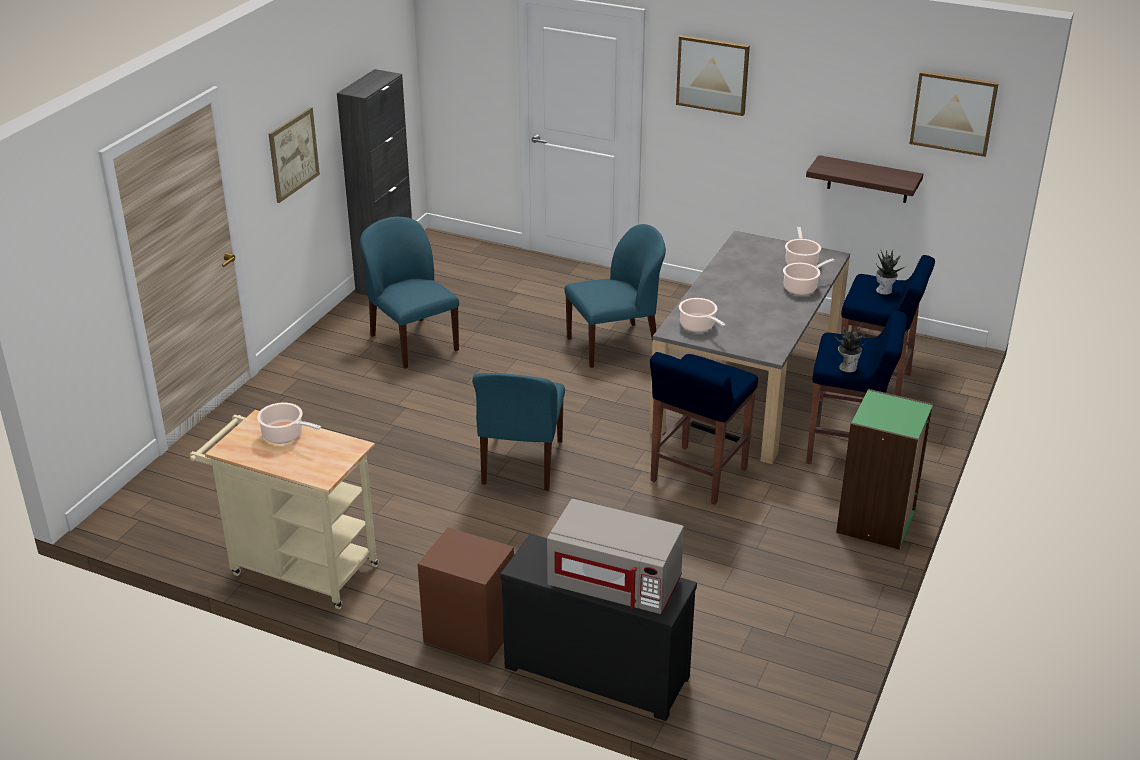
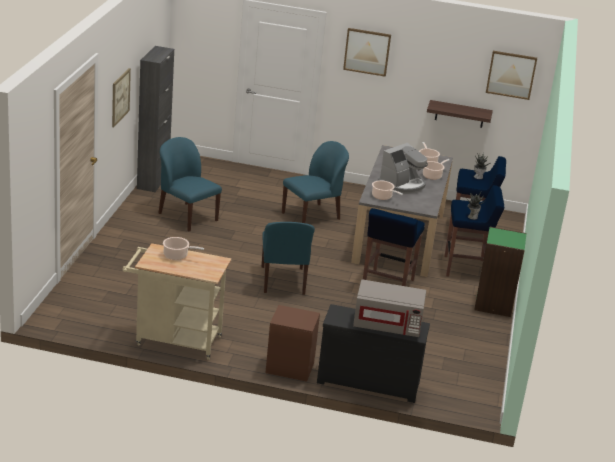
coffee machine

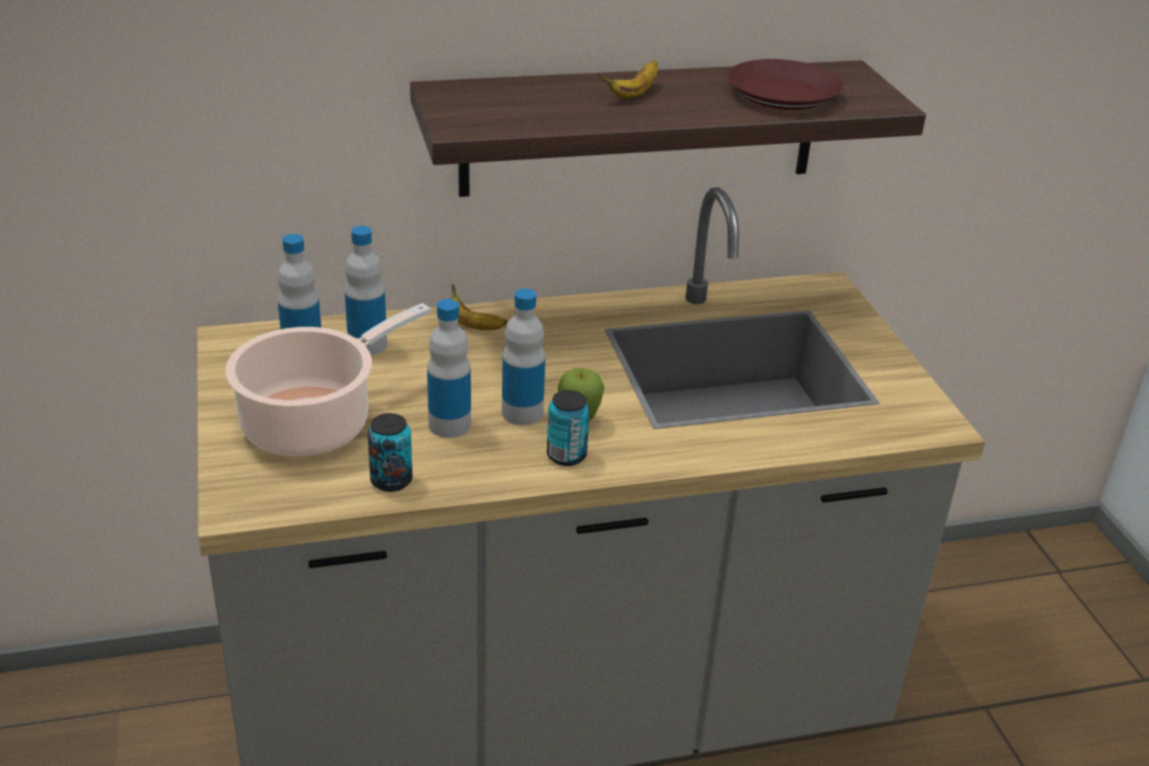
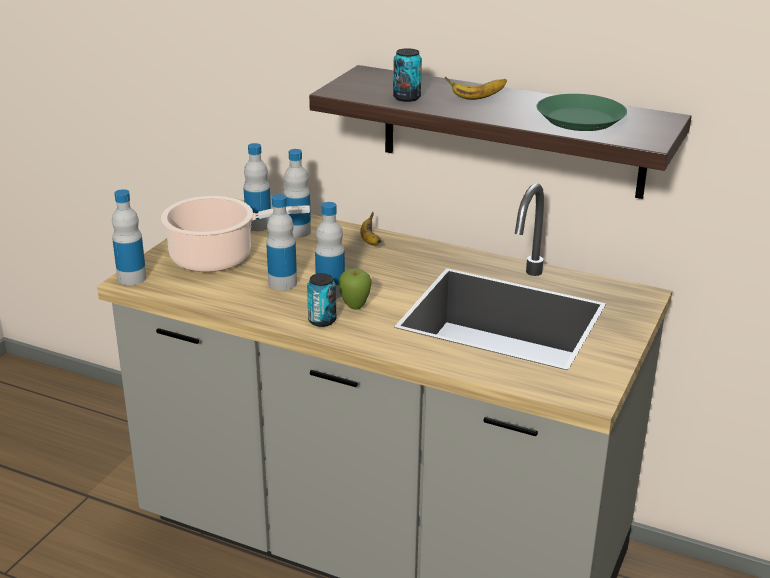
metal can (2nd from left)
green-coloured flat dish
bottle (1st from left)

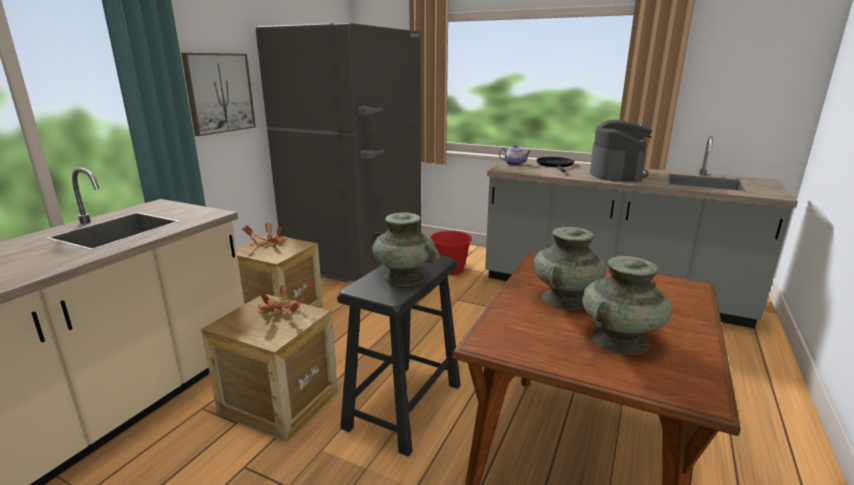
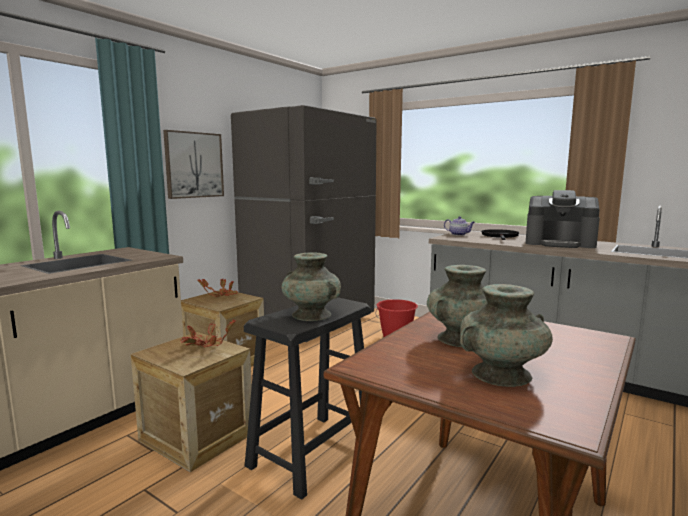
coffee machine

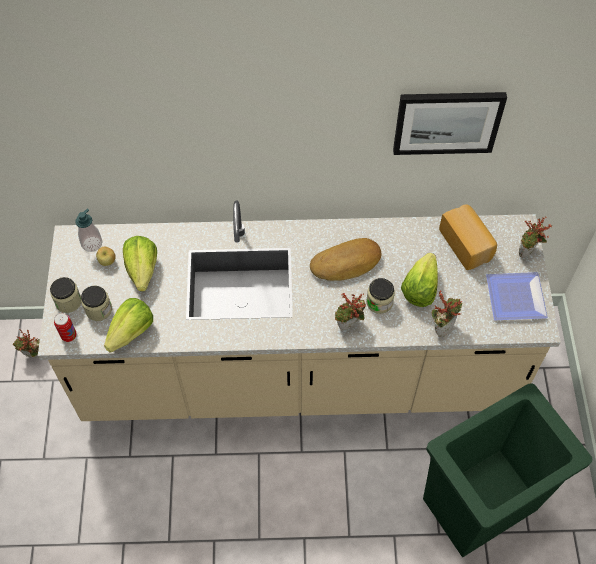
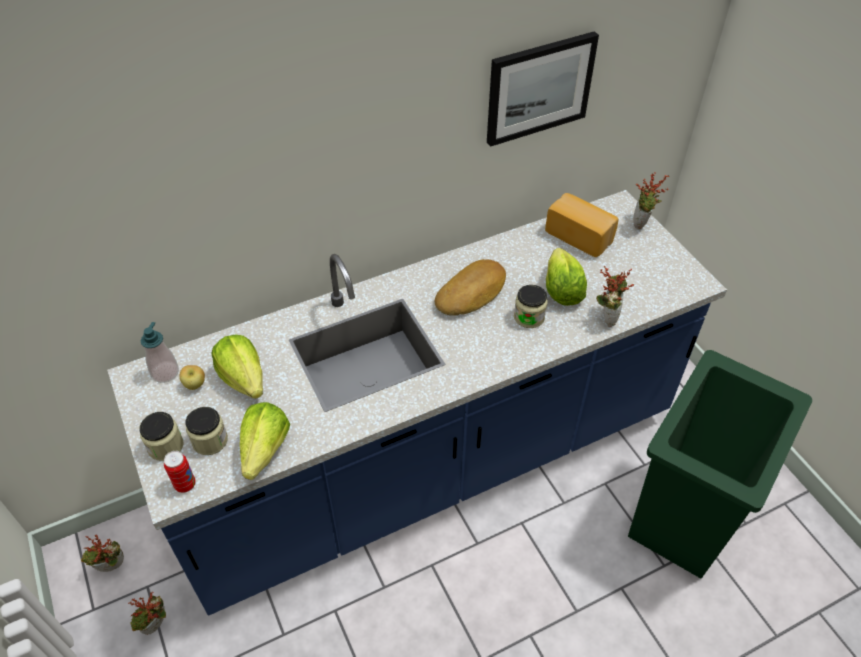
bluish kitchen base unit
plant in a pot (2nd from left)
flat dish

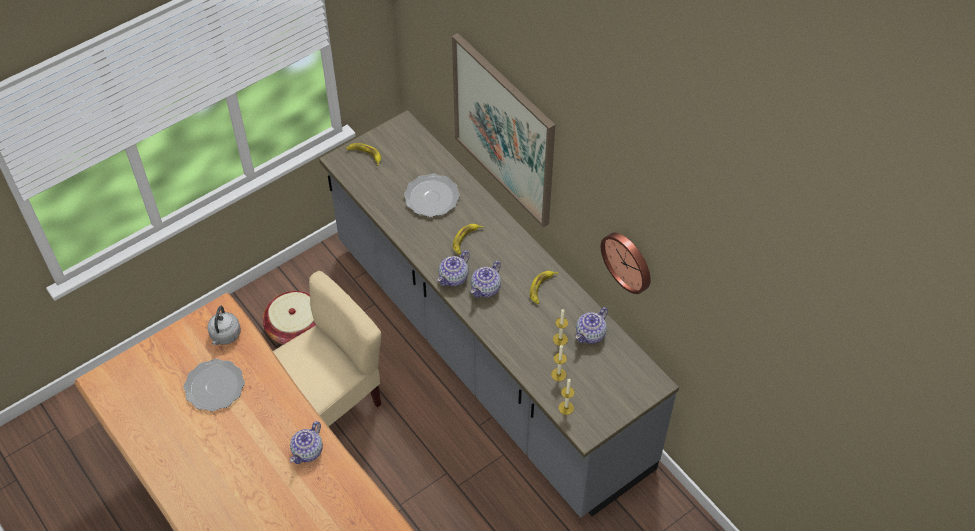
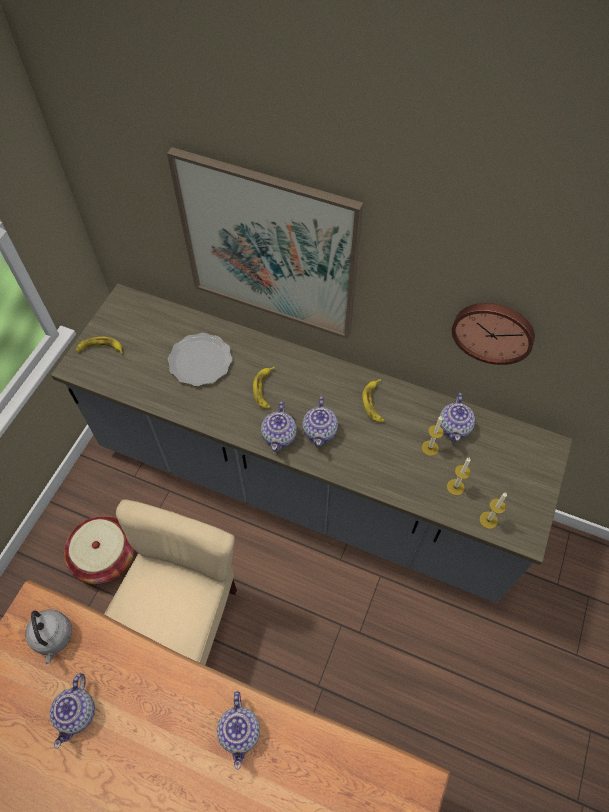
tea pot (1st from left)

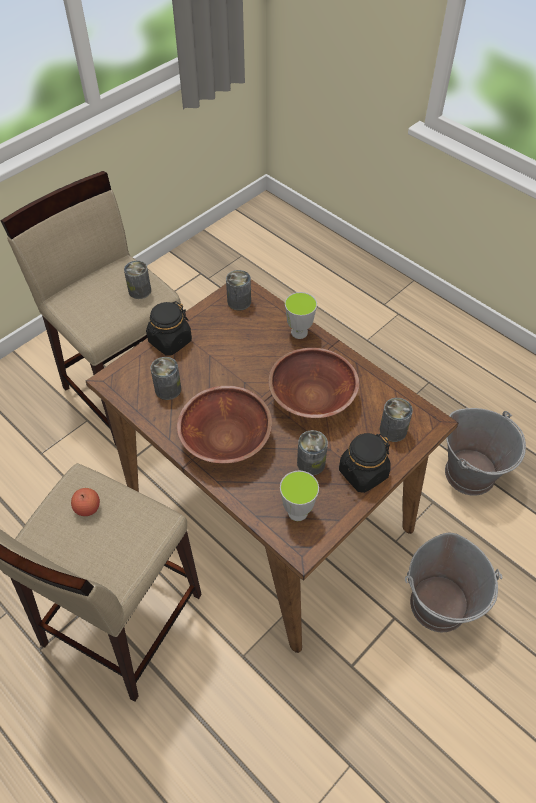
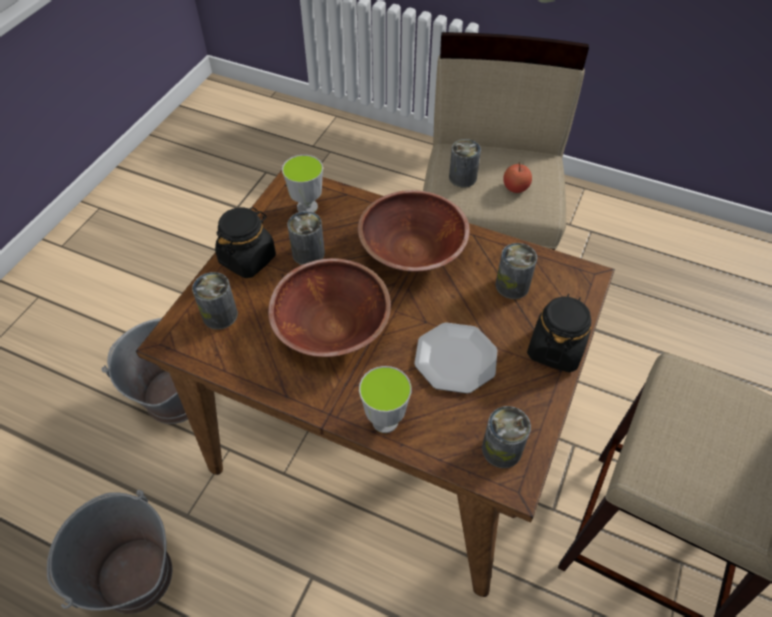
metal can (3rd from left)
flat dish

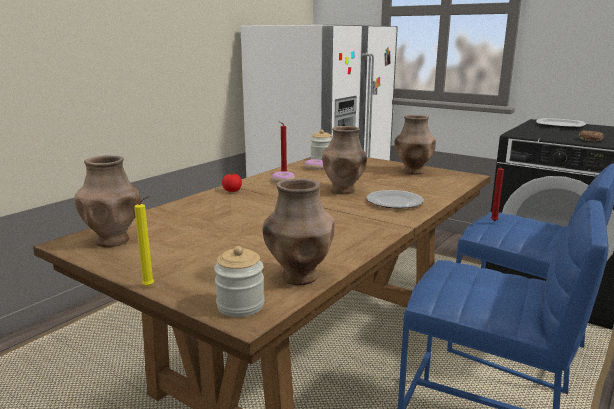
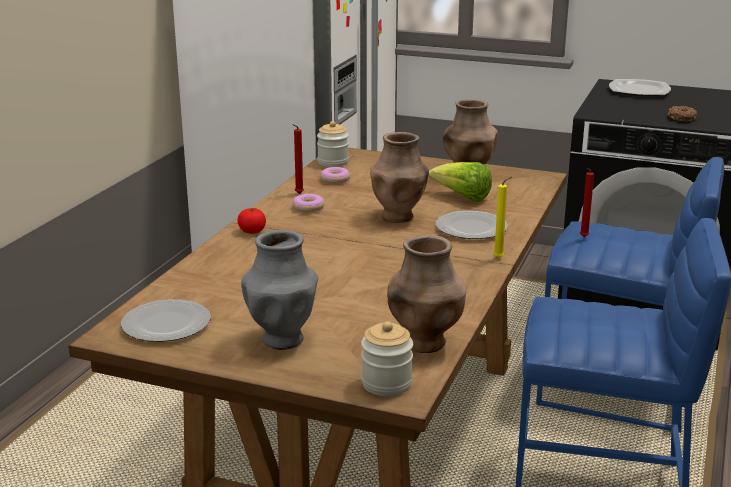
flat dish (1st from left)
yellowish wax light
gray decorative vase
lettuce head

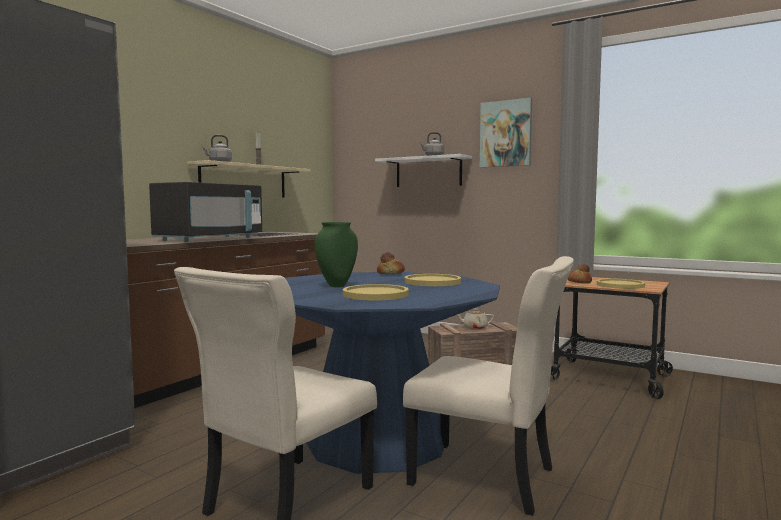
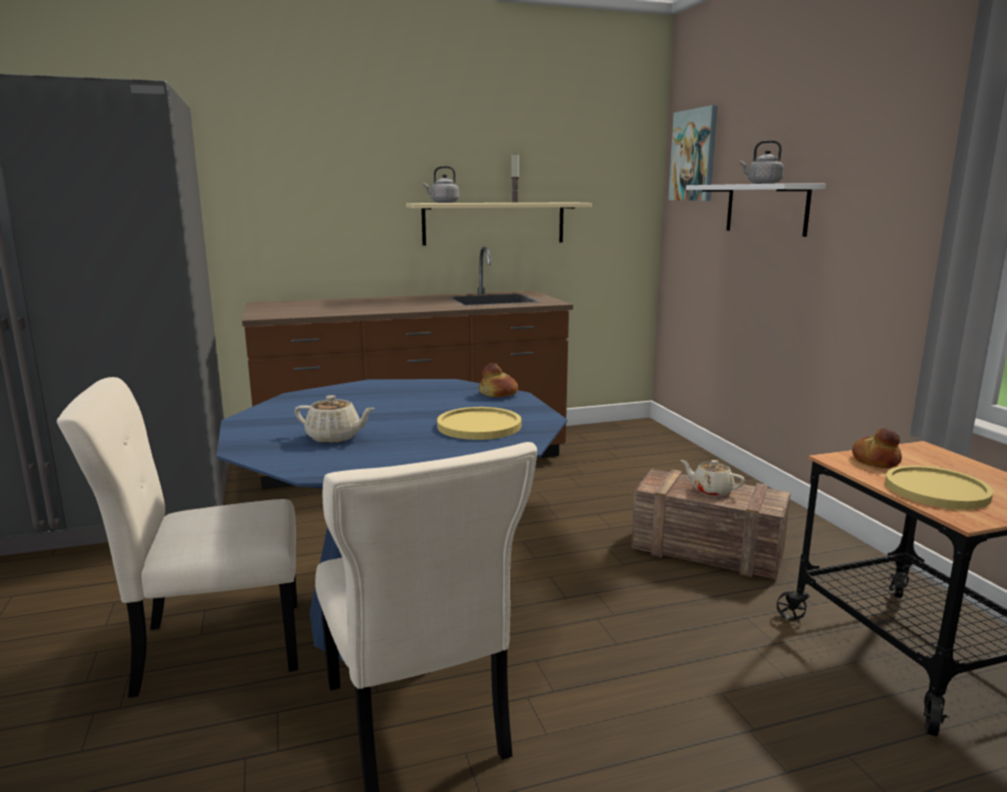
blackish microwave
green-coloured decorative vase
sand-coloured tea pot (1st from left)
wall picture

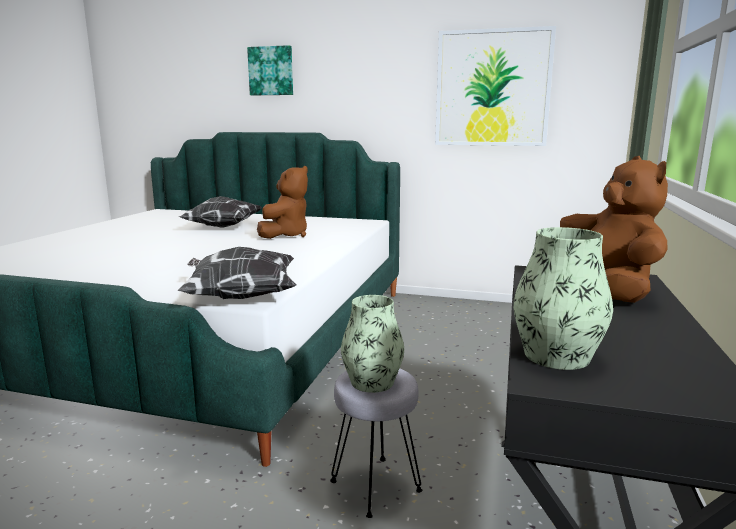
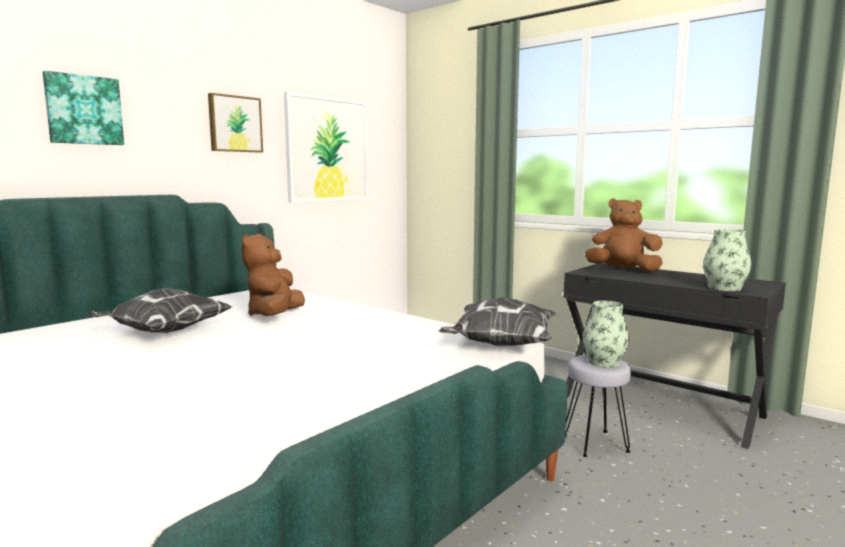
brownish cuddly toy (1st from left)
wall picture (2nd from left)

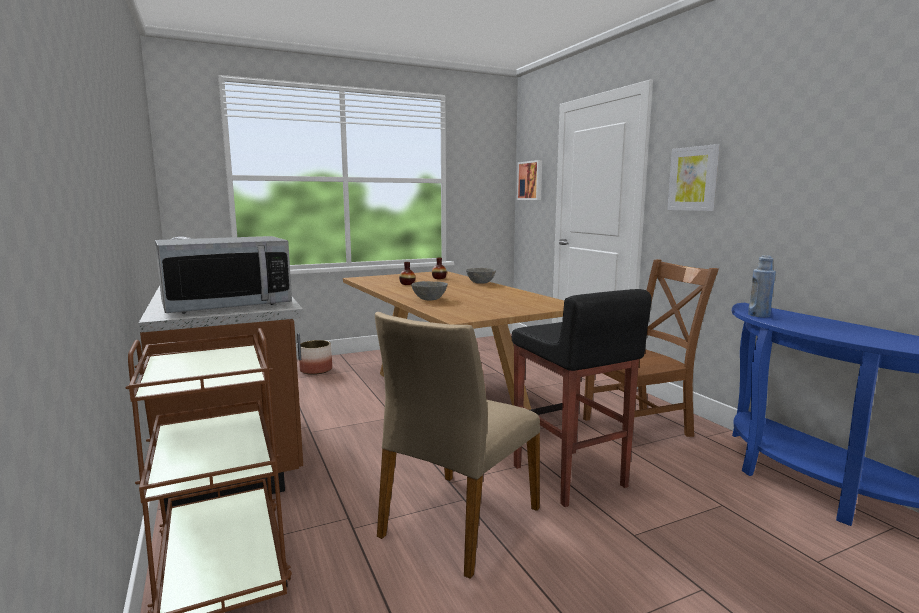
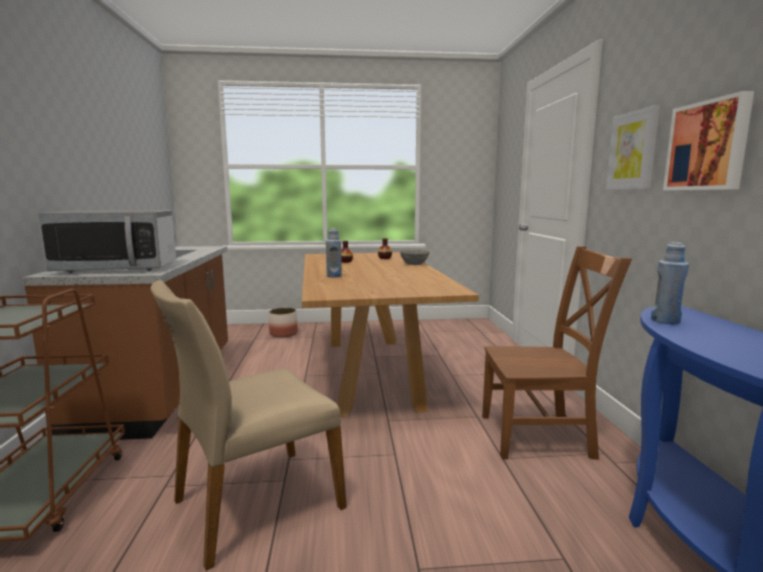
bluish bottle (1st from left)
blackish sitting stool
wall picture (2nd from left)

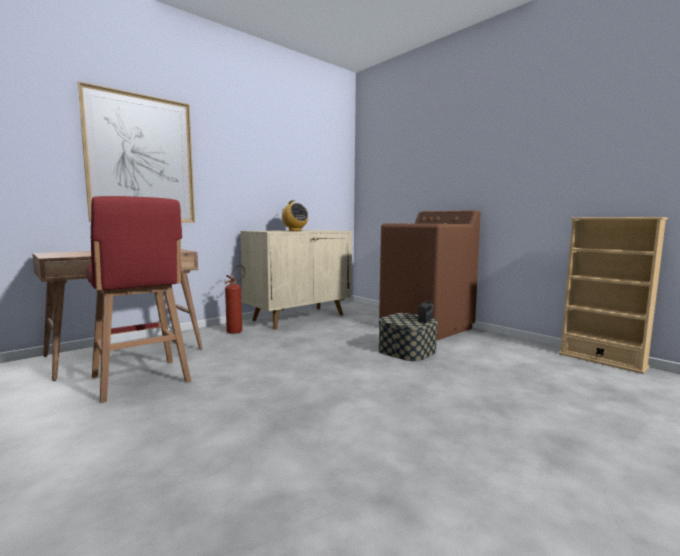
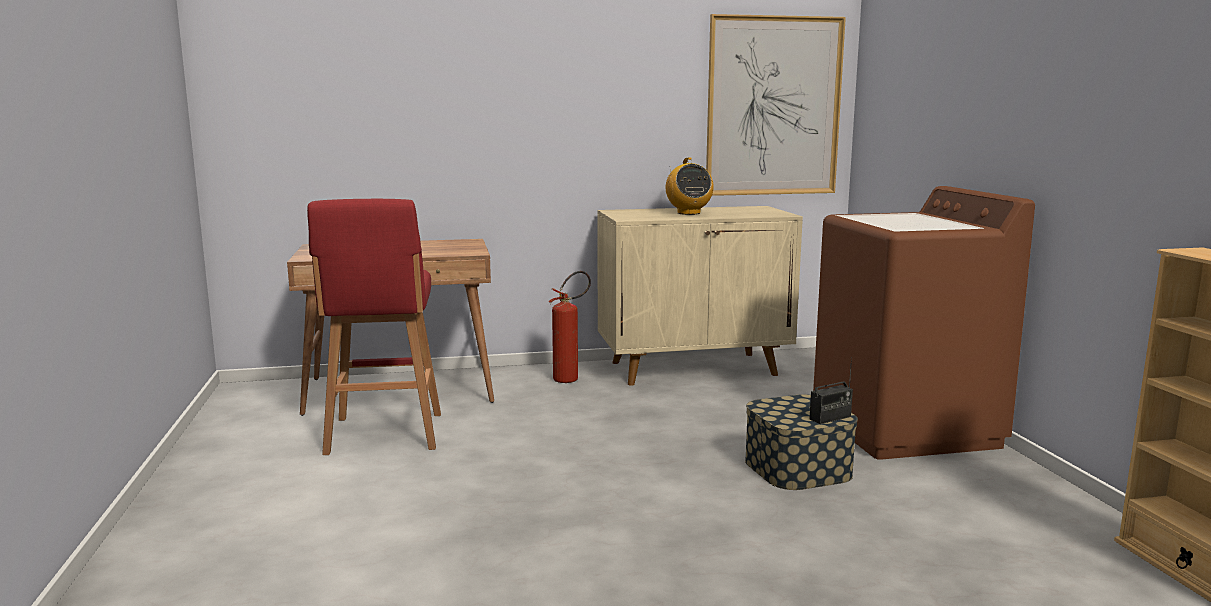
wall picture

